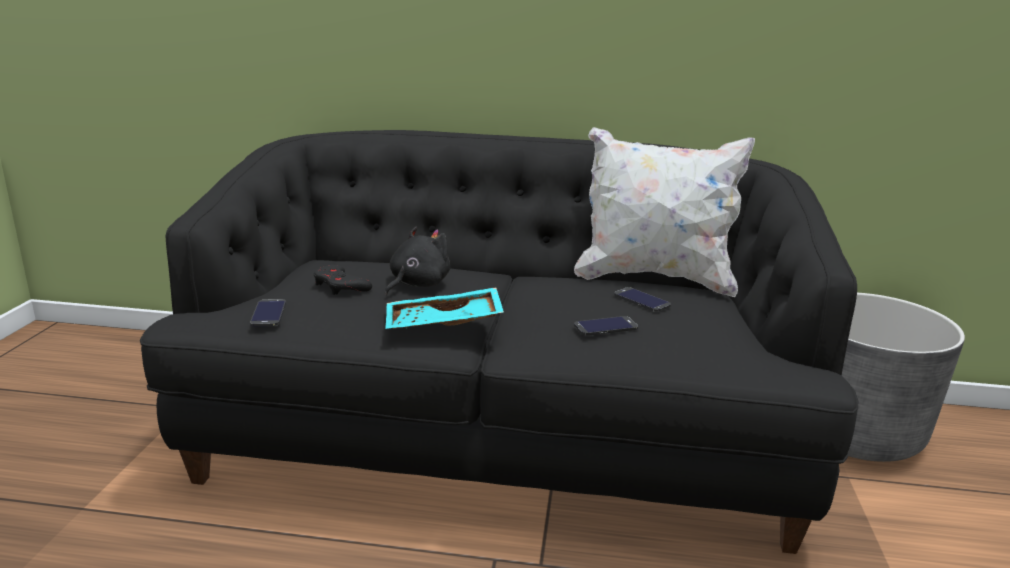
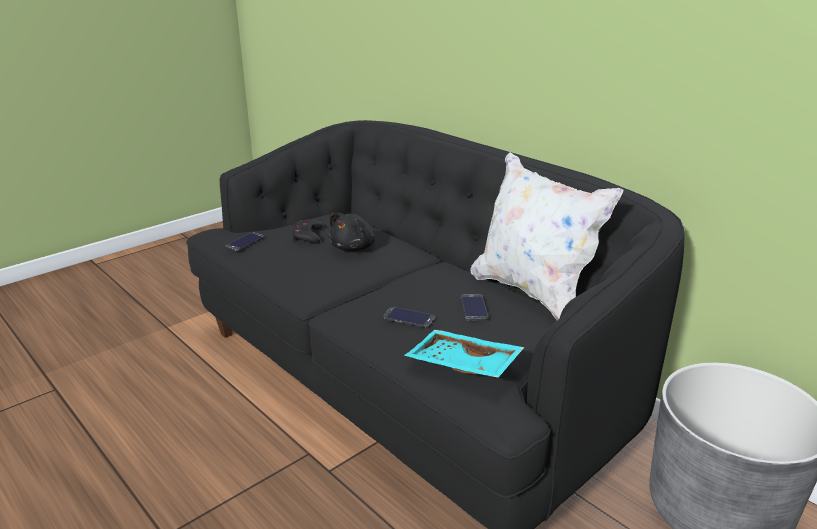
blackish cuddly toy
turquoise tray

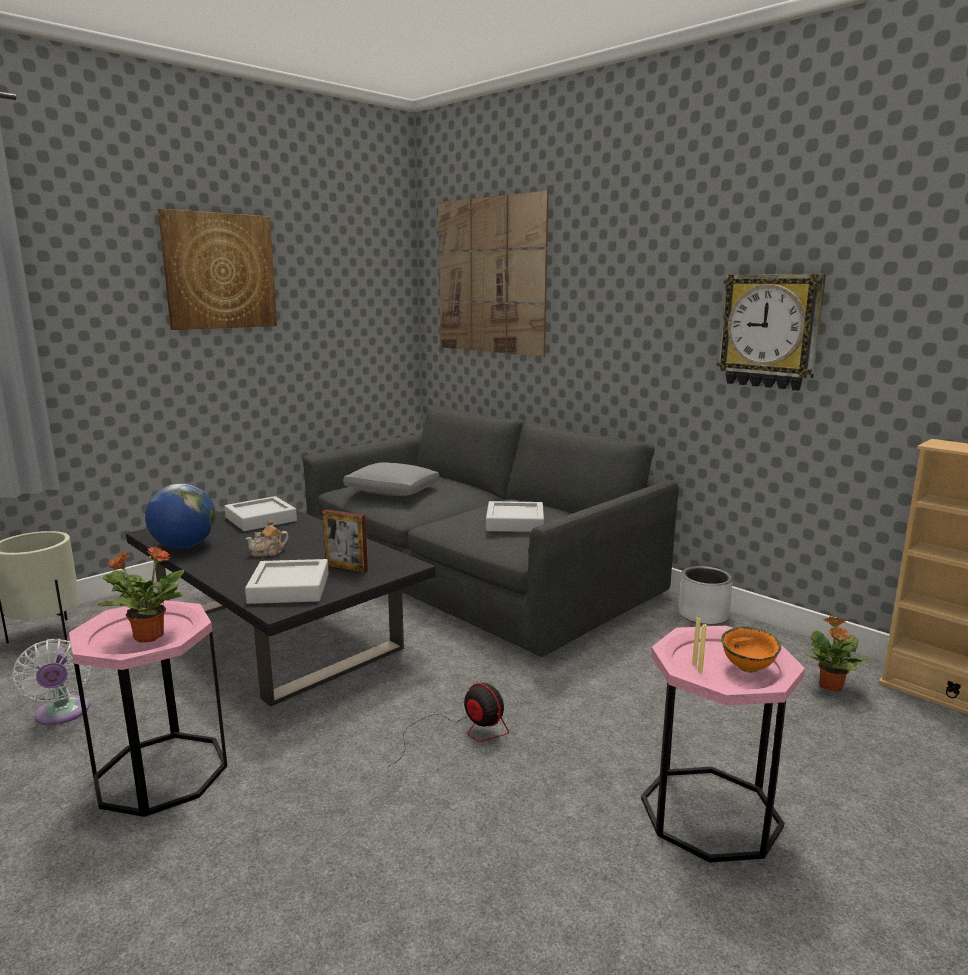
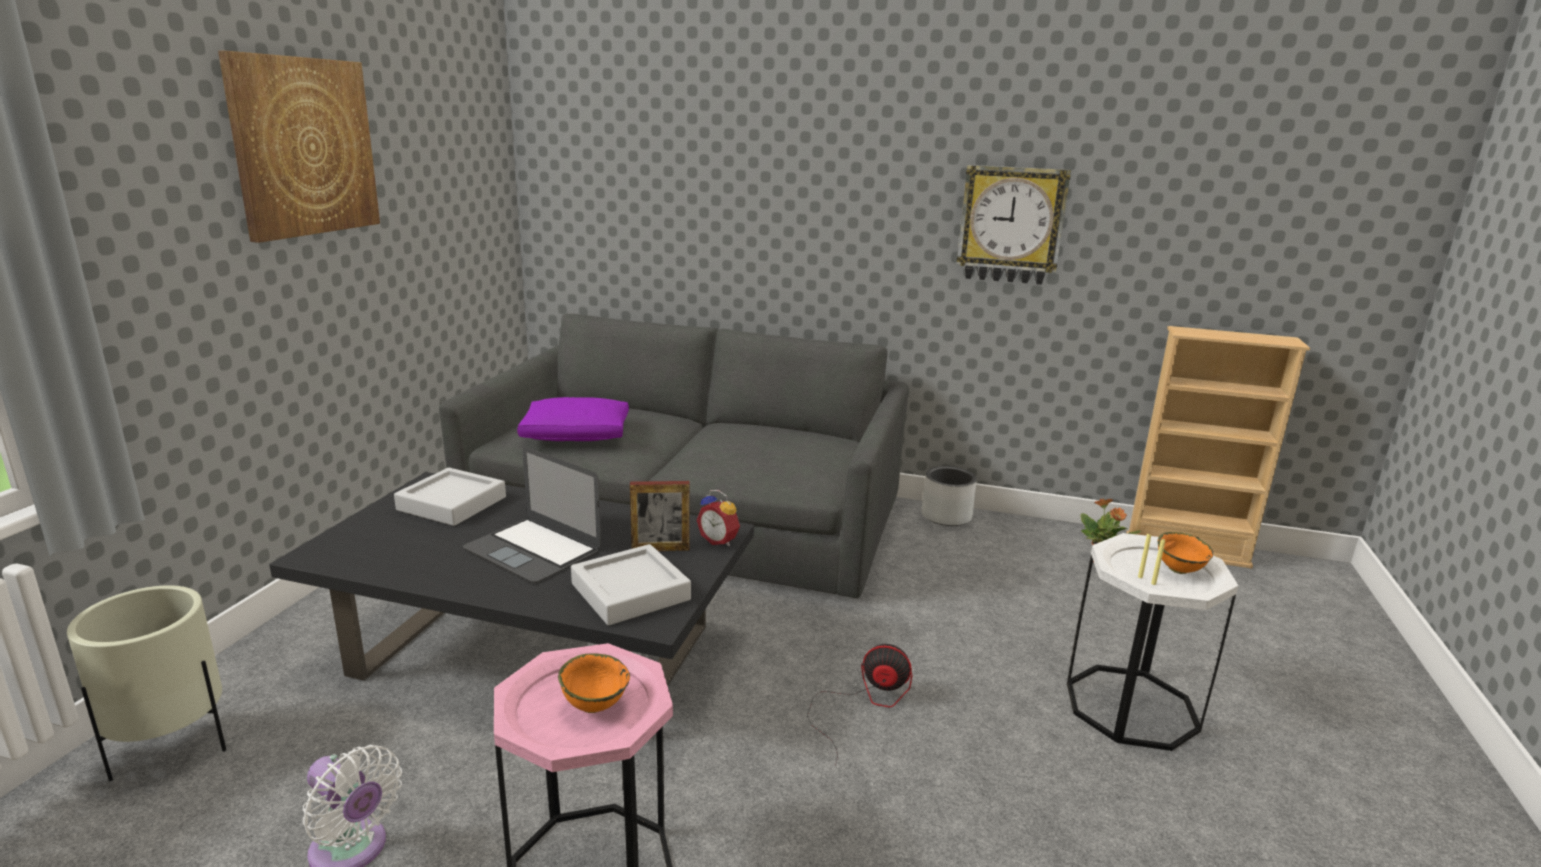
orange bowl (1st from left)
globe
notebook computer
purplish pillow
wall picture (2nd from left in the first image)
gray tray (3rd from left in the first image)
white accent table
table clock

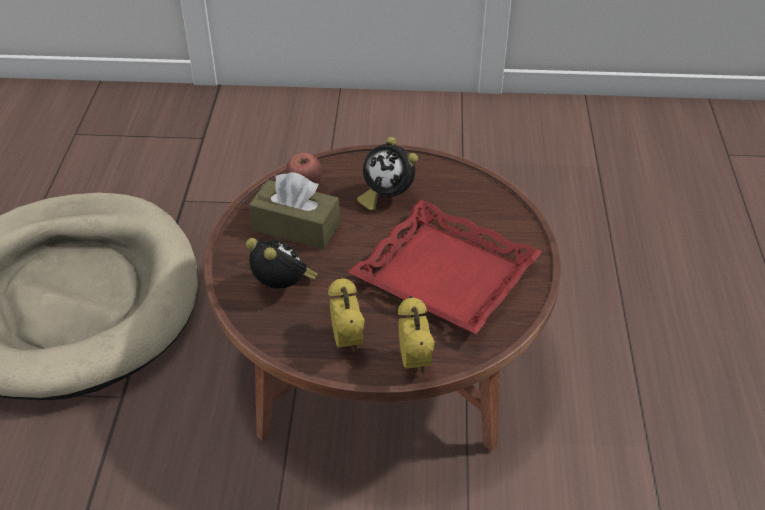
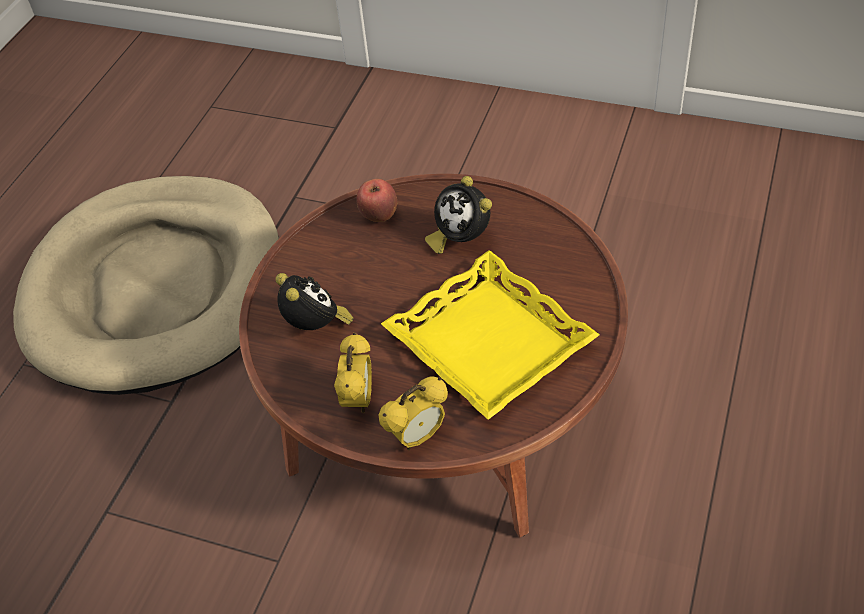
brownish tissue box
yellowish tray
table clock (3rd from left)

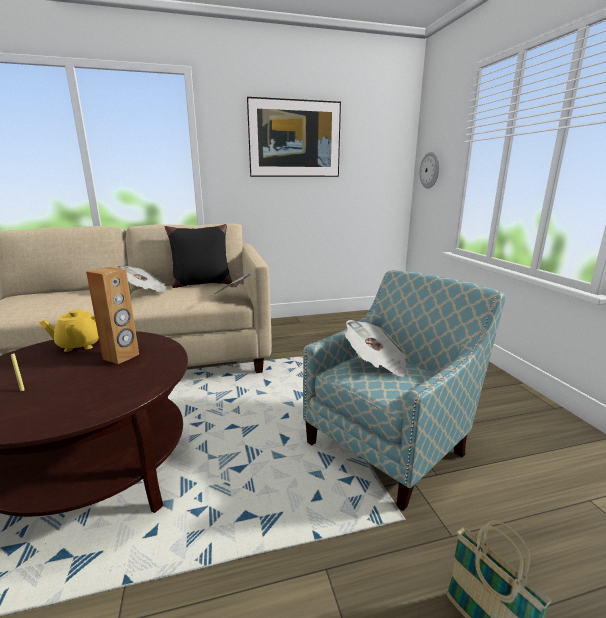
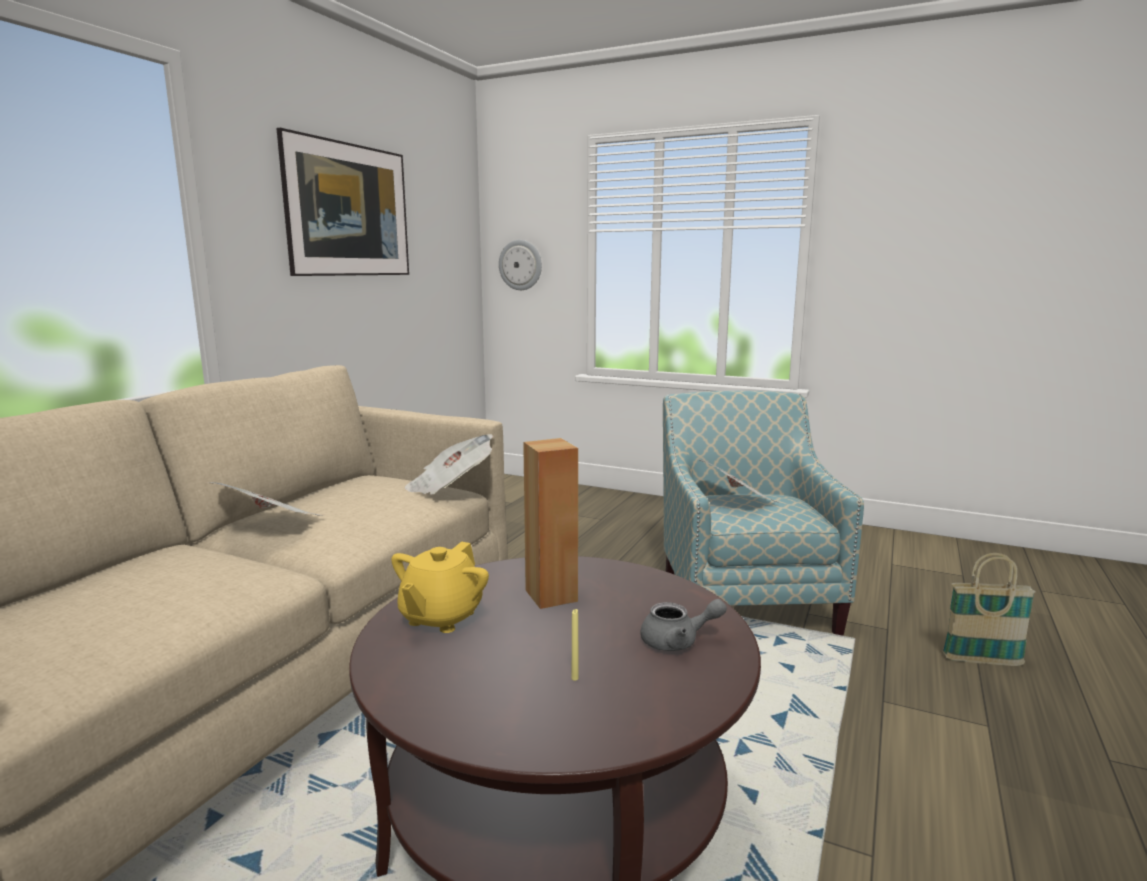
blackish pillow
gray tea pot

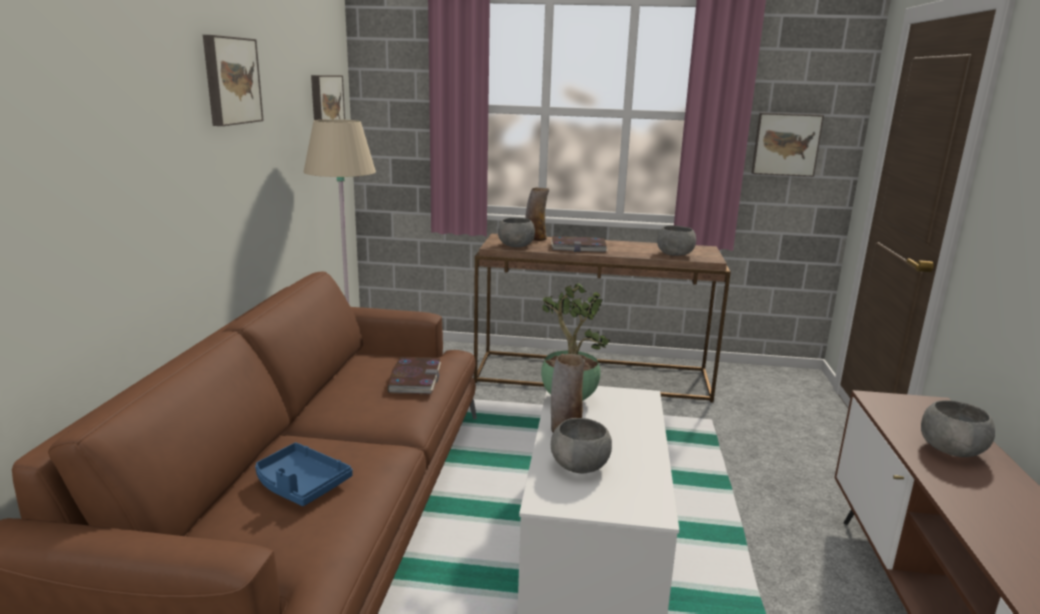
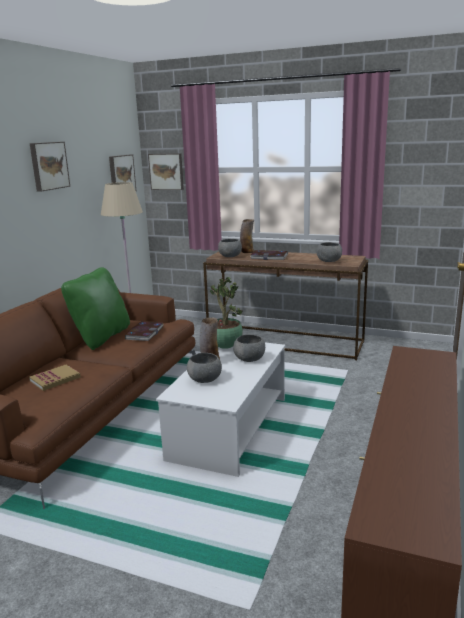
volume (1st from left)
wall picture (3rd from left)
gray bowl (3rd from left)
green-coloured pillow

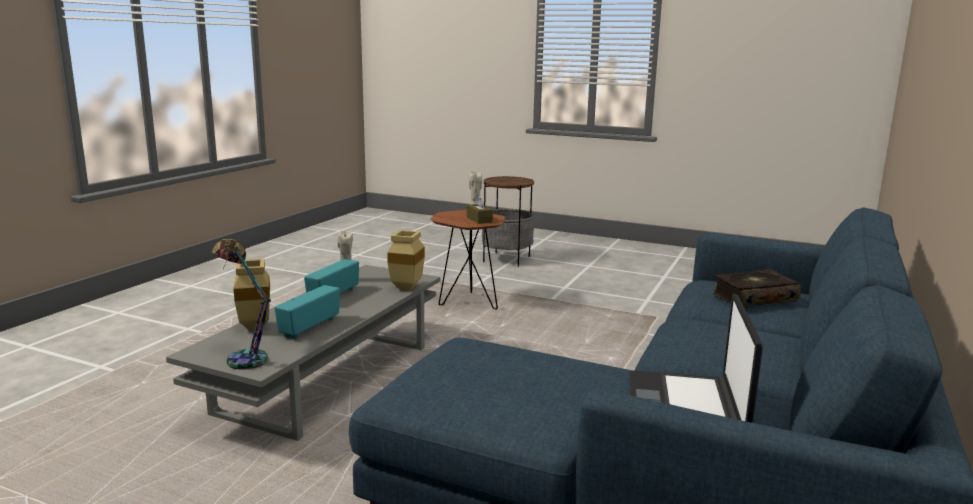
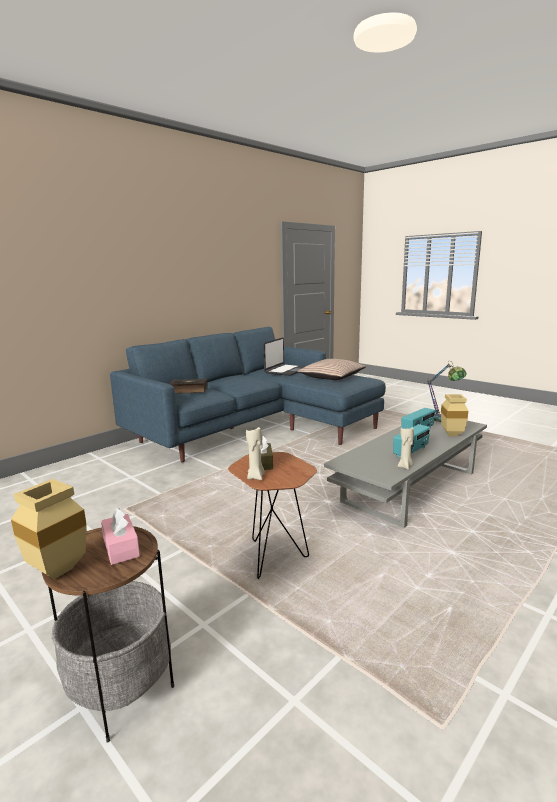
sand-coloured decorative vase (1st from left)
pink-coloured tissue box
pillow

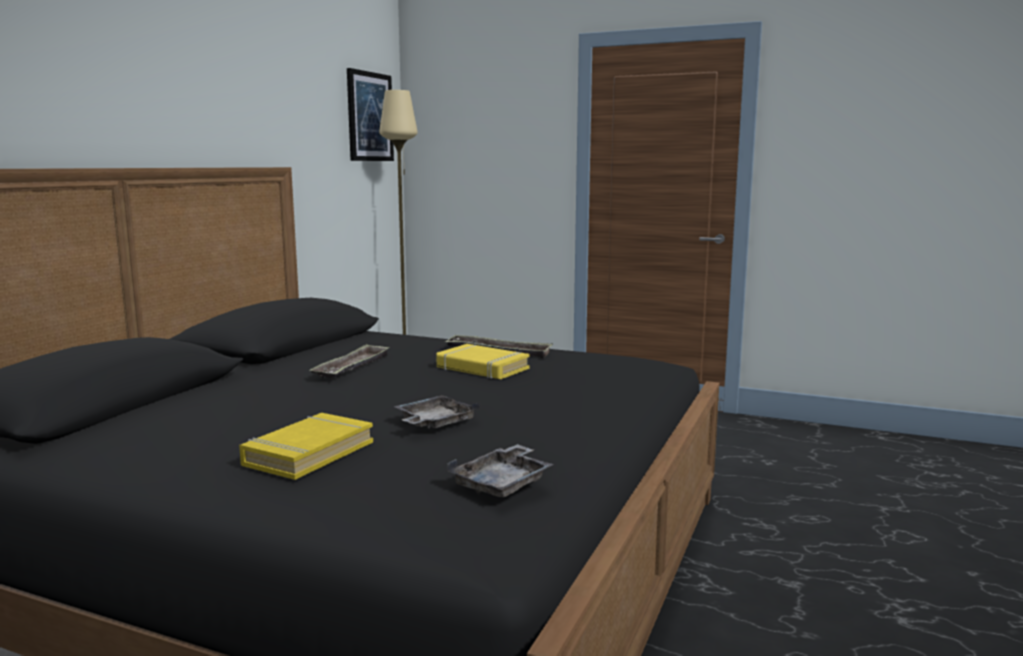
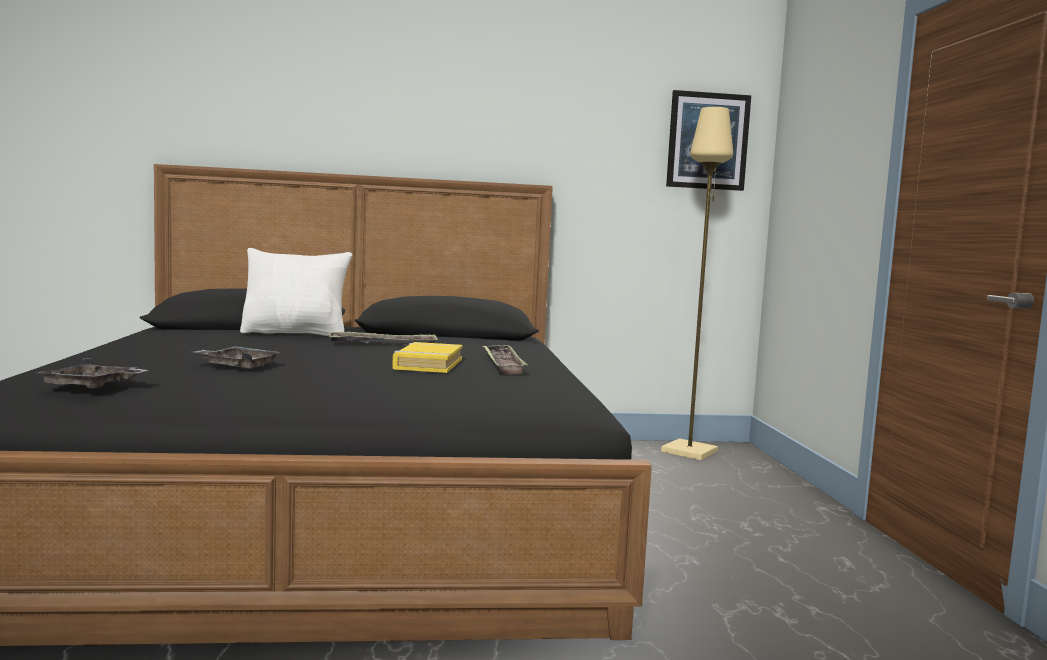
yellowish volume (1st from left in the first image)
white pillow

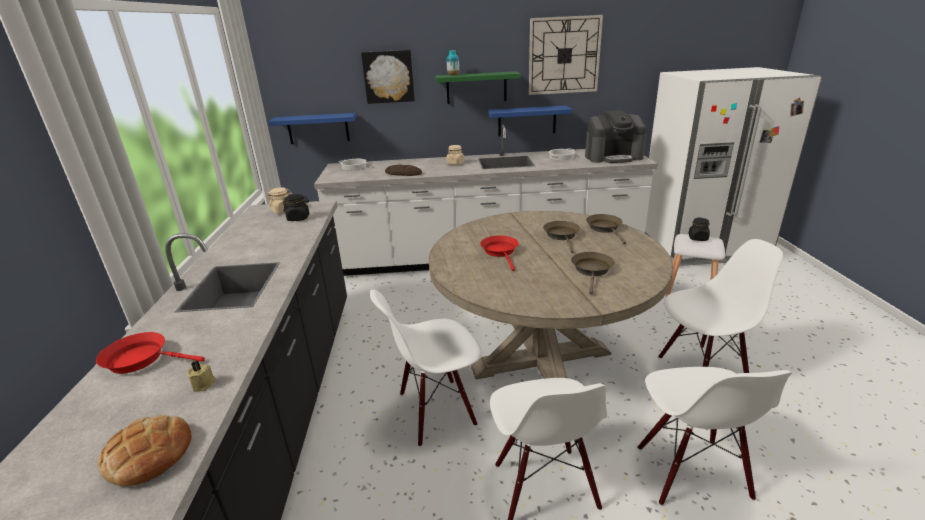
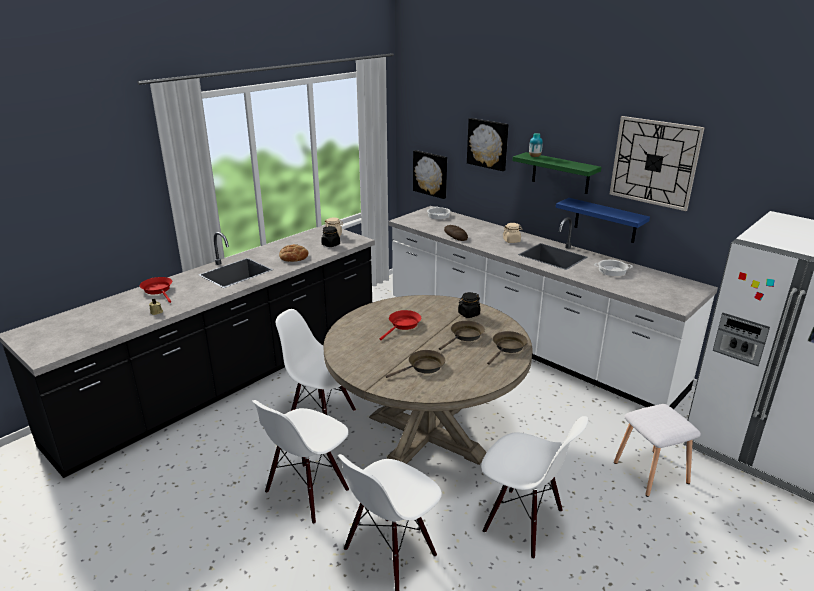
baked bread (1st from left)
wall picture (1st from left)
coffee machine
blackish preserve jar (2nd from left)

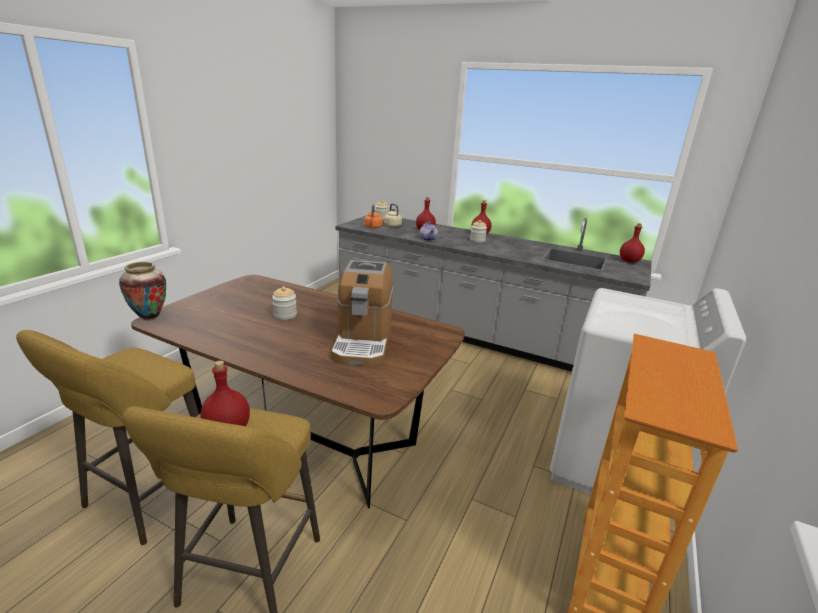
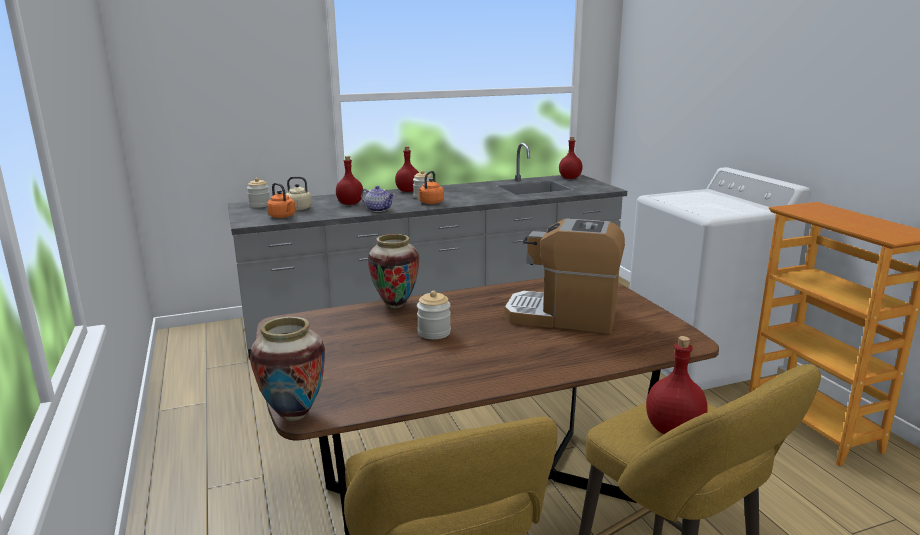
coffee machine
decorative vase (2nd from left)
orange water kettle (2nd from left)

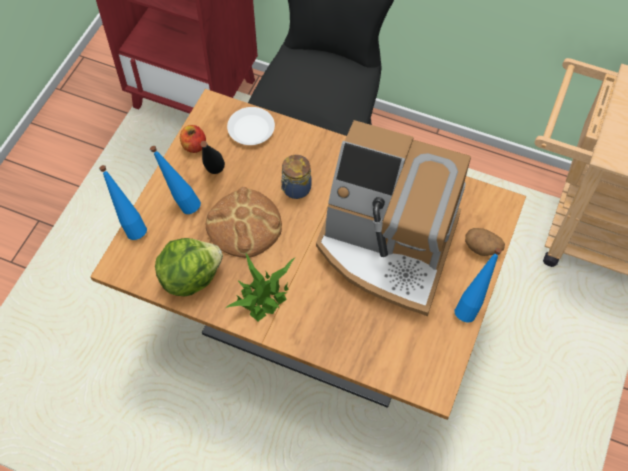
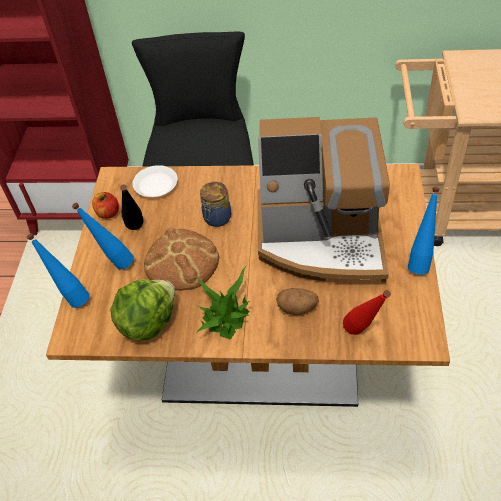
potato
red-coloured bottle

